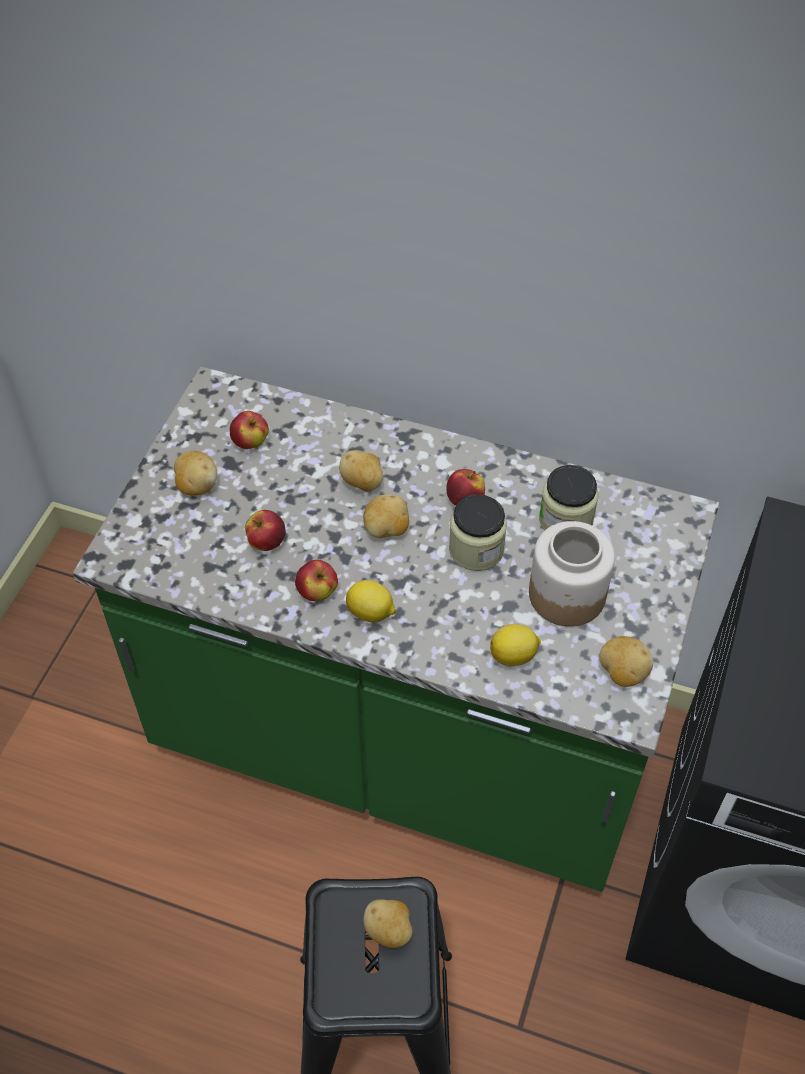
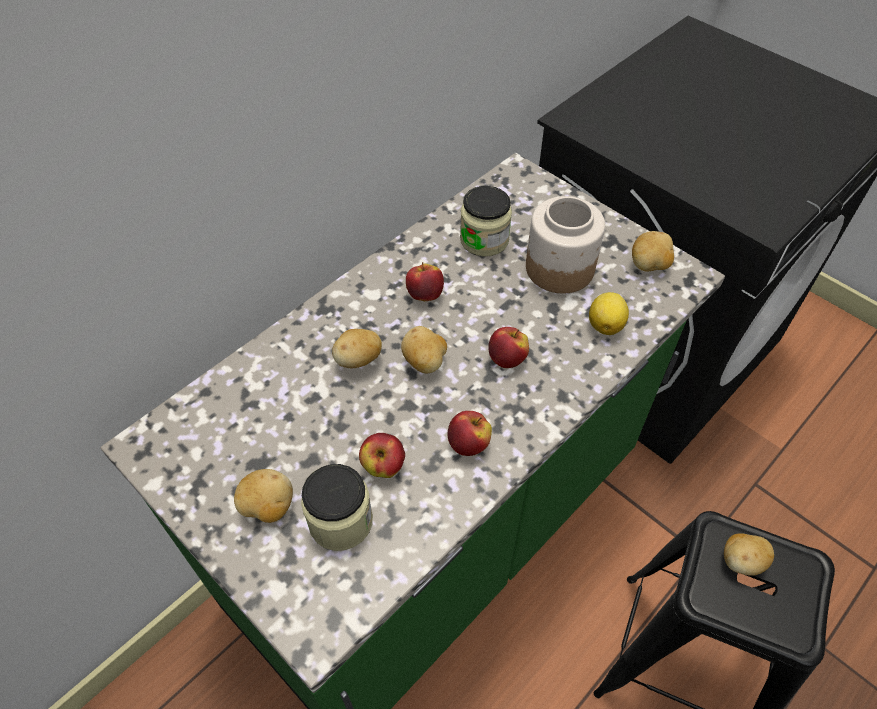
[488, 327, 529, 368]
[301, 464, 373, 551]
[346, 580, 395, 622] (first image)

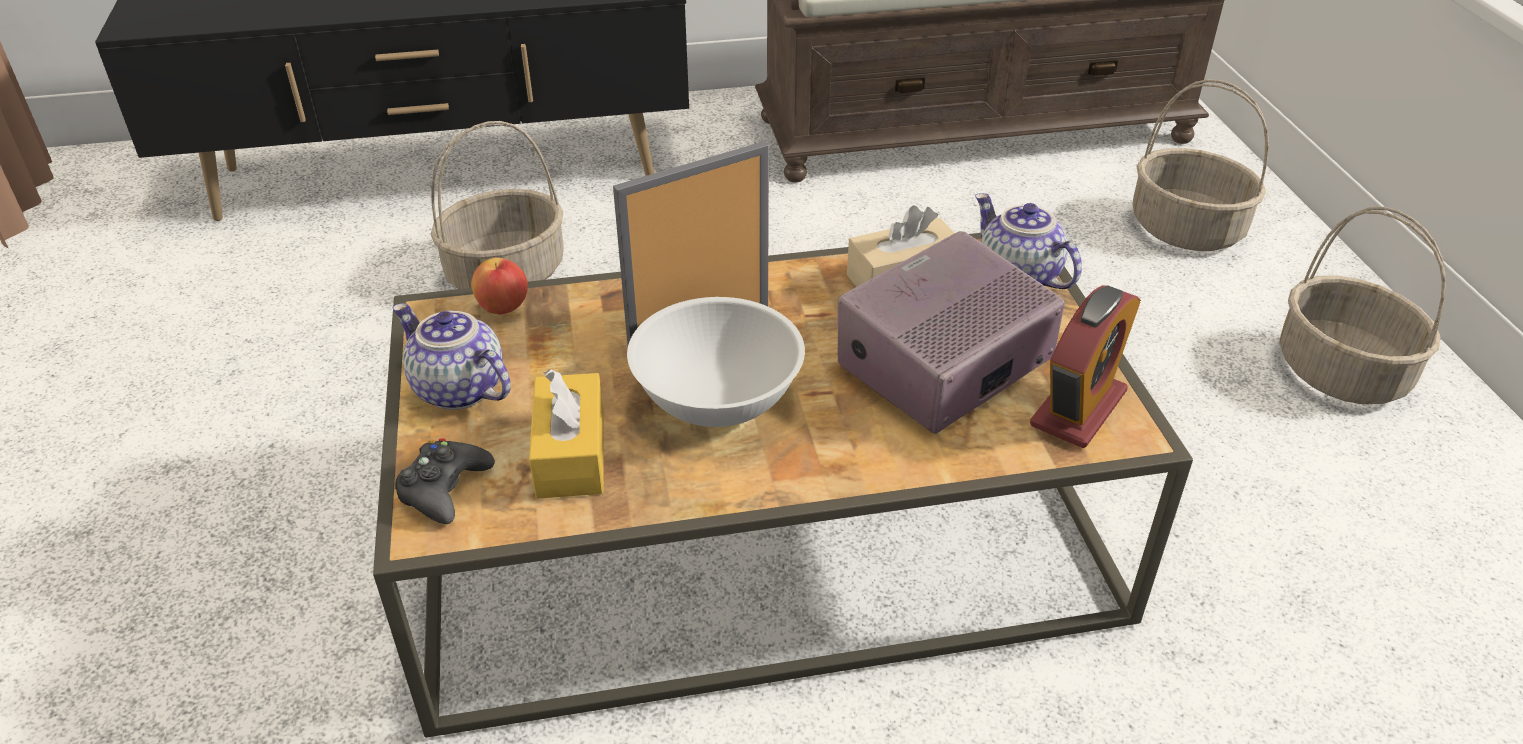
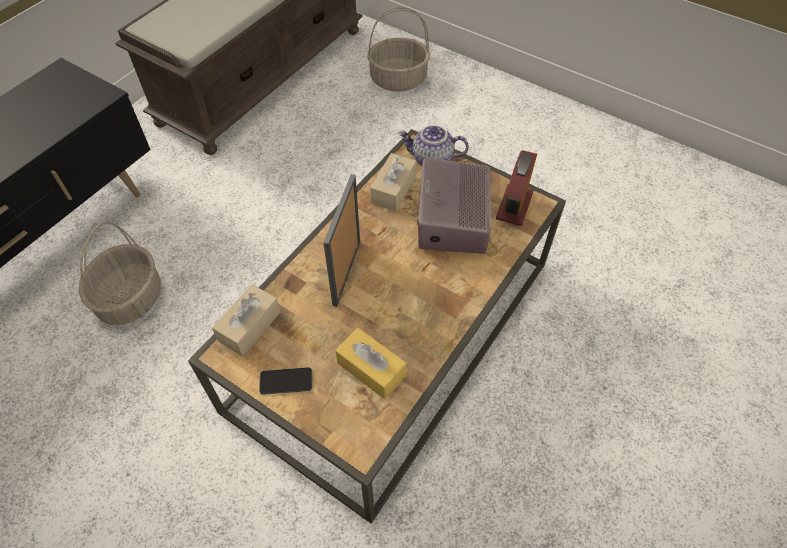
[1279, 207, 1446, 404] (first image)
[212, 284, 281, 356]
[496, 150, 537, 226]
[627, 297, 805, 427] (first image)
[259, 367, 312, 395]
[395, 438, 495, 524] (first image)

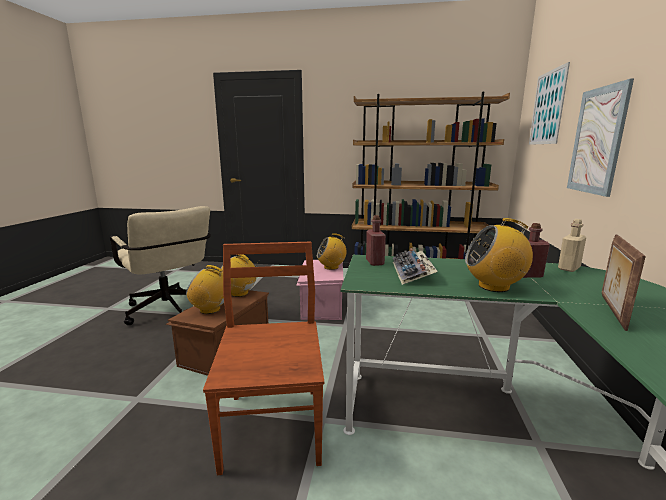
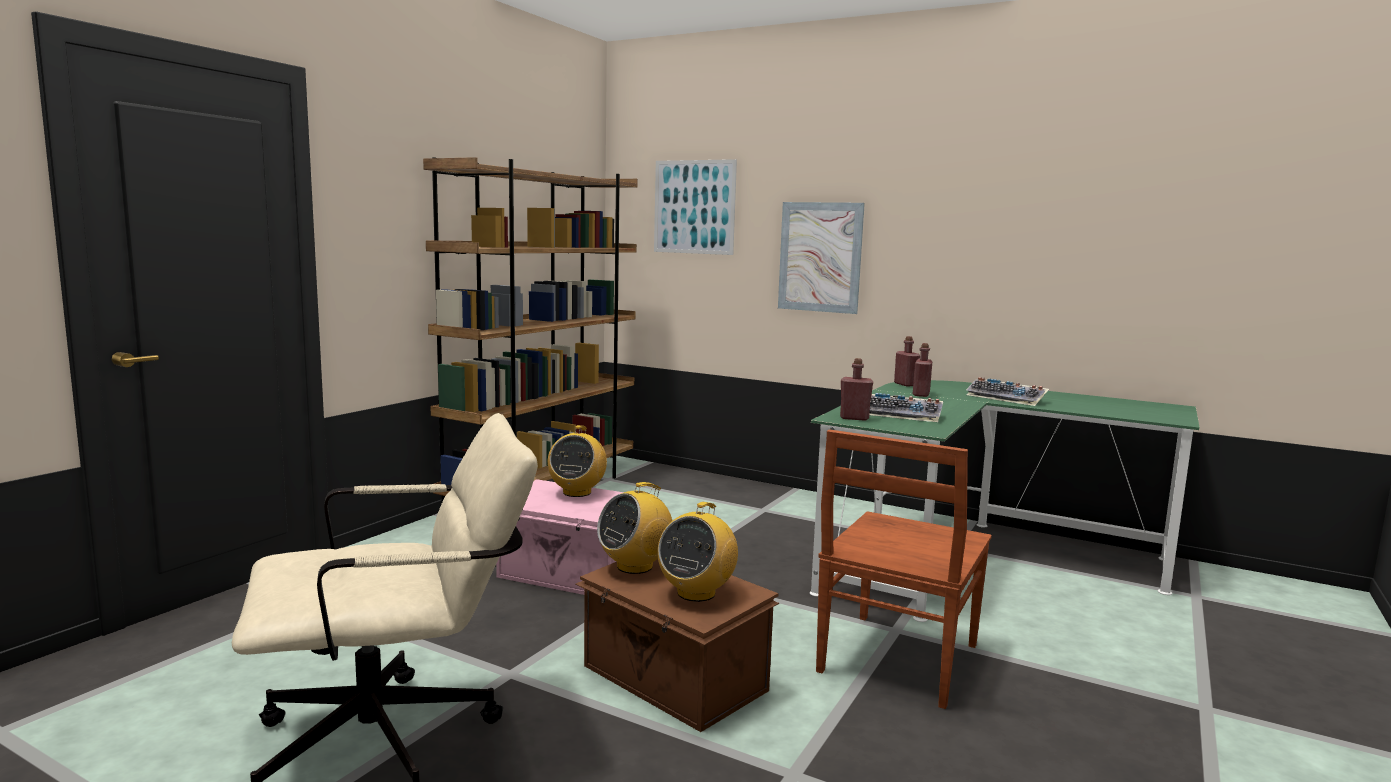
[465, 218, 533, 292] (first image)
[894, 336, 920, 386]
[966, 377, 1049, 406]
[816, 430, 992, 709]

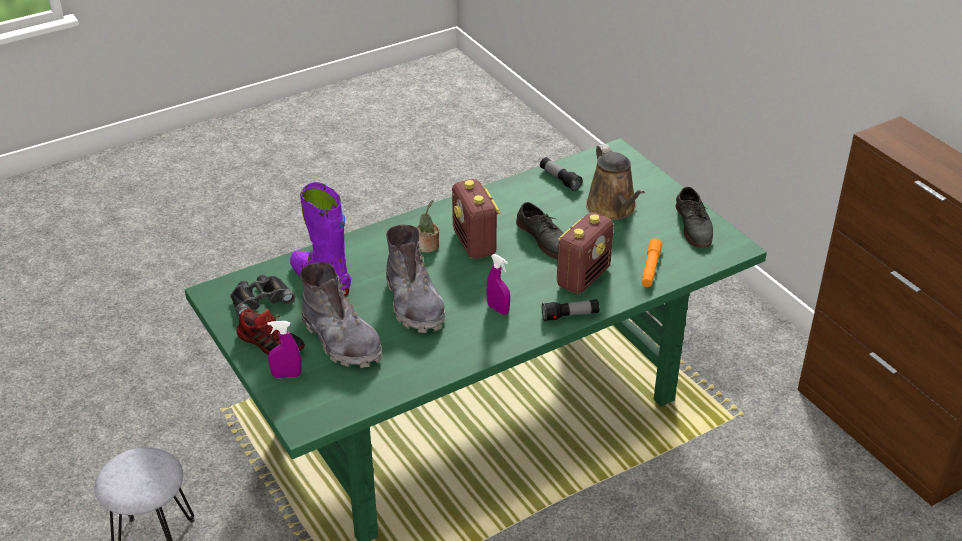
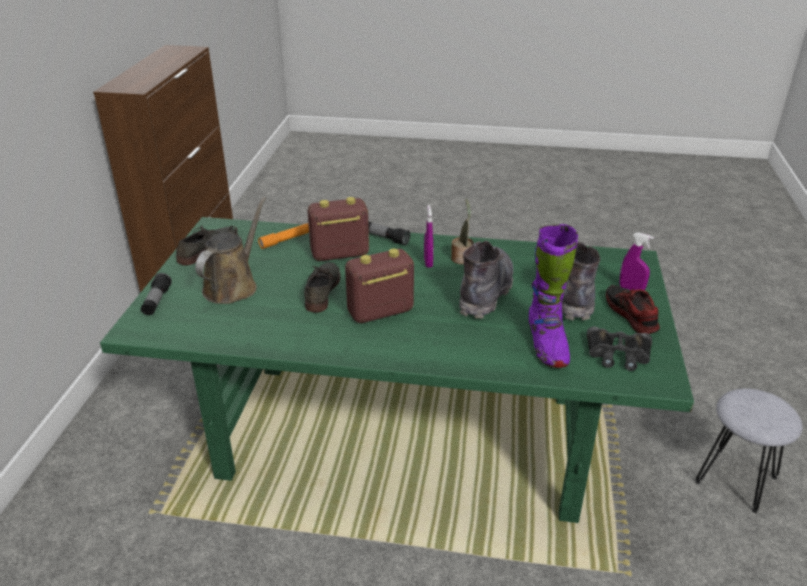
[141, 273, 172, 315]
[345, 249, 414, 323]
[451, 198, 474, 264]

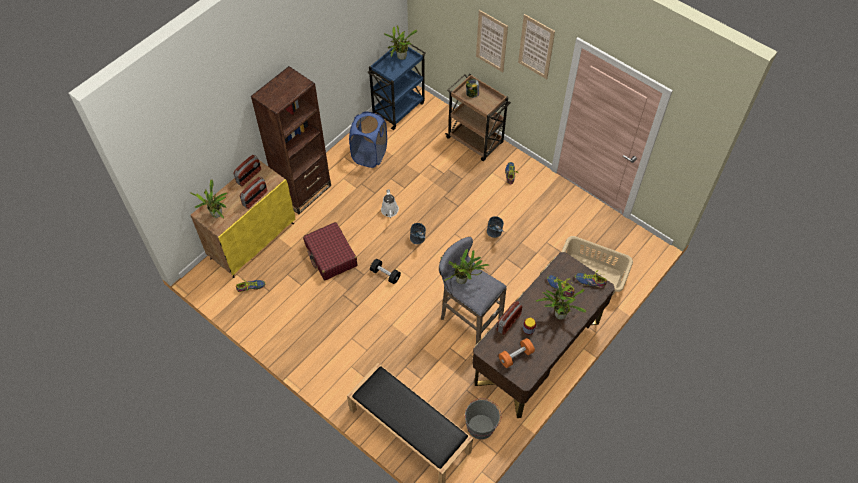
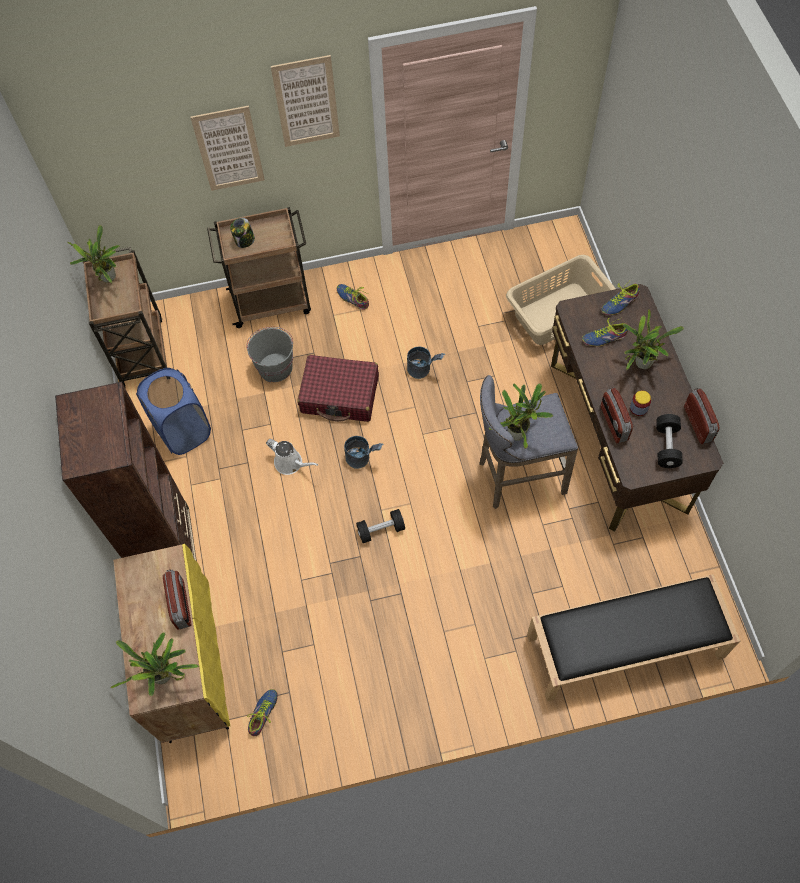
[83, 247, 167, 387]
[684, 388, 720, 444]
[297, 355, 379, 422]
[656, 414, 683, 468]
[246, 327, 293, 382]

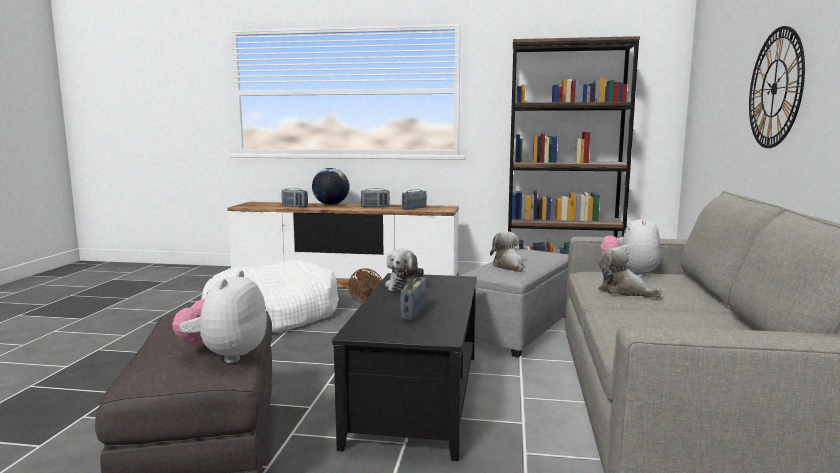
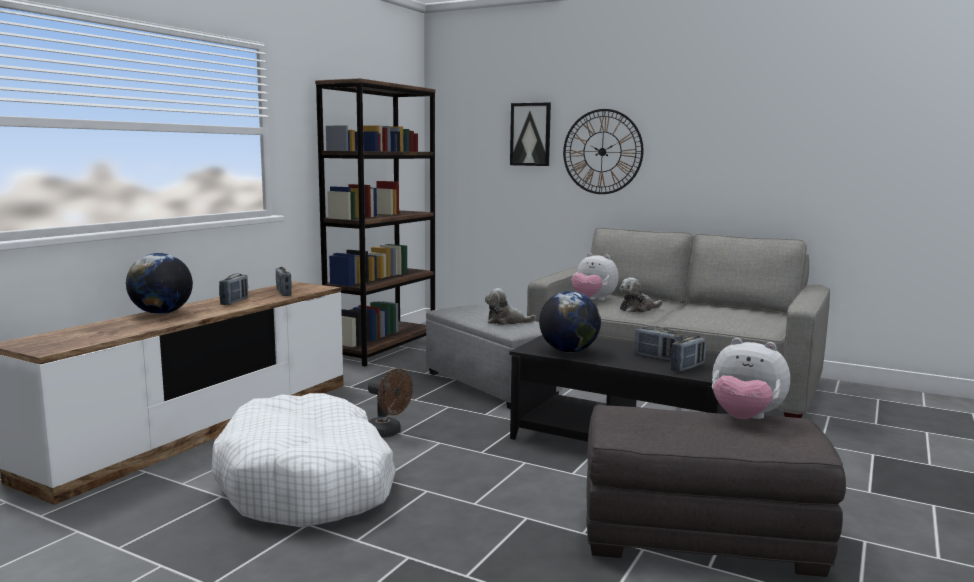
[671, 335, 706, 372]
[539, 291, 601, 352]
[510, 102, 551, 166]

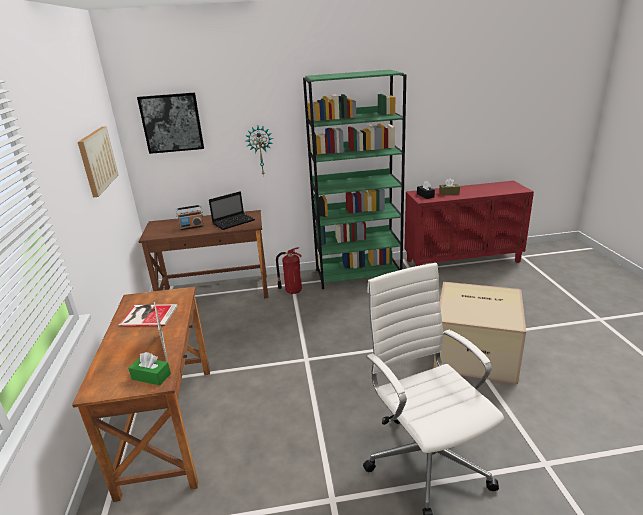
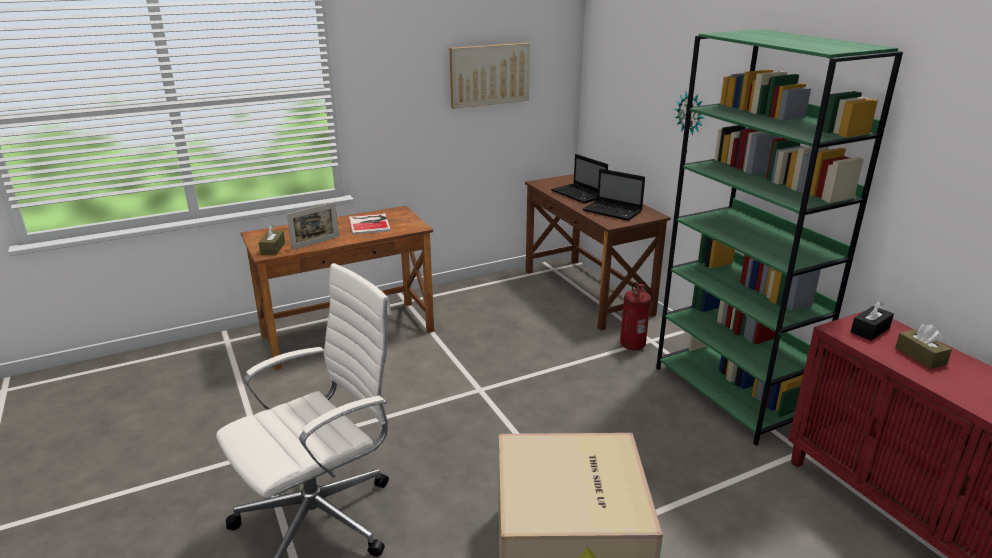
[137, 93, 204, 154] (first image)
[551, 154, 608, 203]
[259, 224, 285, 255]

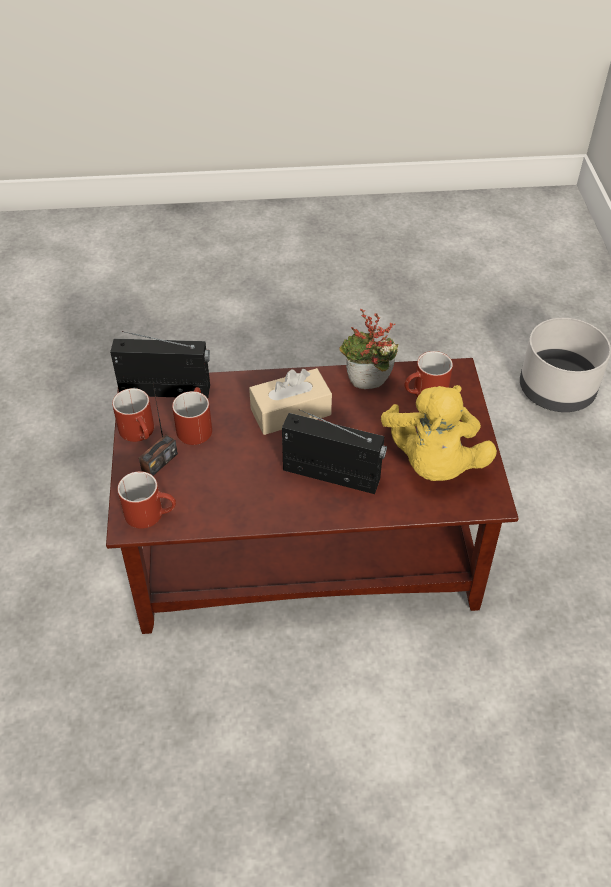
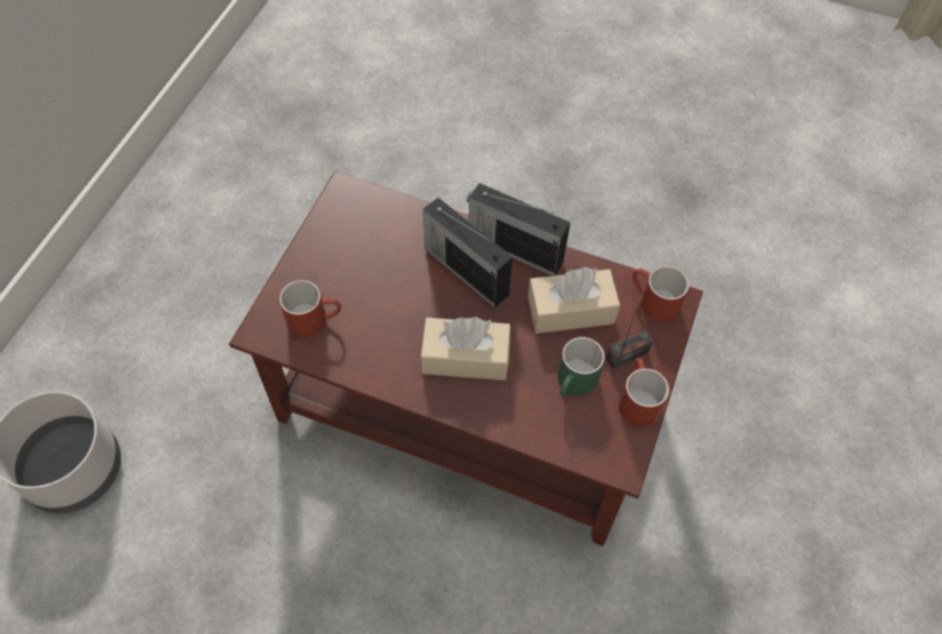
[339, 309, 399, 389] (first image)
[467, 183, 571, 276]
[381, 385, 497, 481] (first image)
[558, 337, 605, 397]
[528, 267, 620, 334]

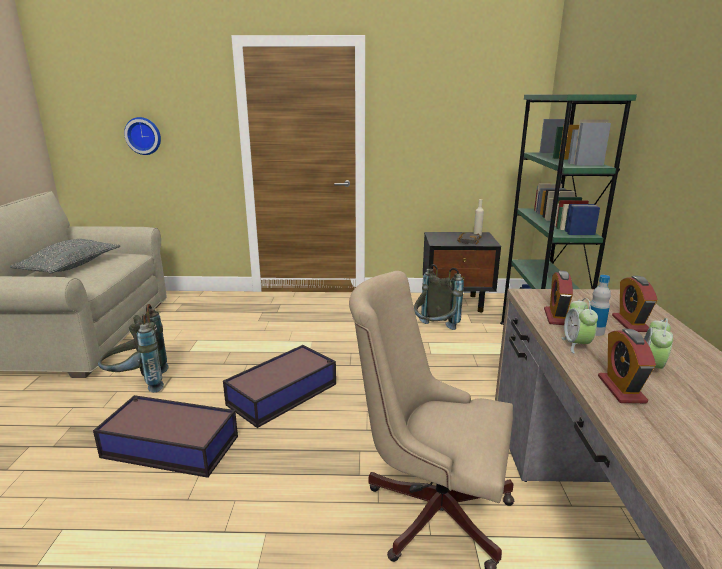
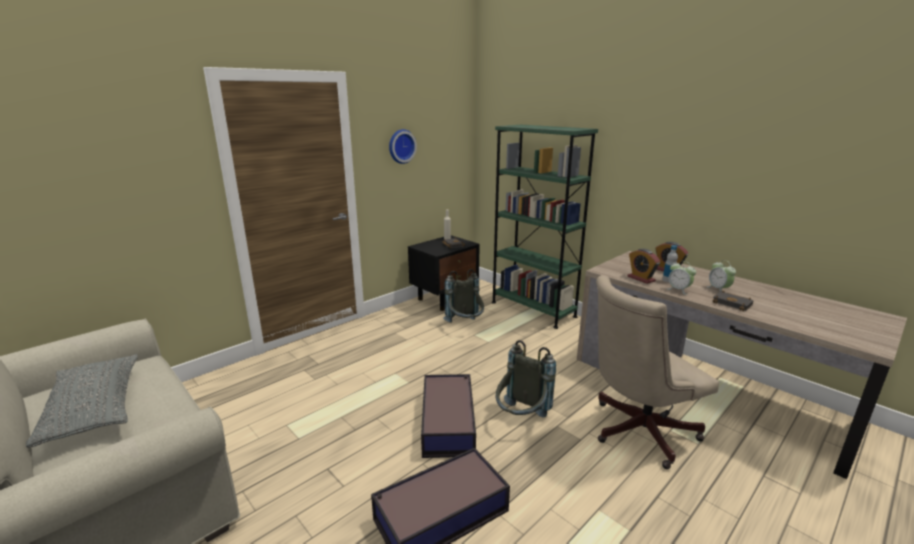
[389, 129, 417, 164]
[495, 340, 556, 417]
[712, 291, 754, 311]

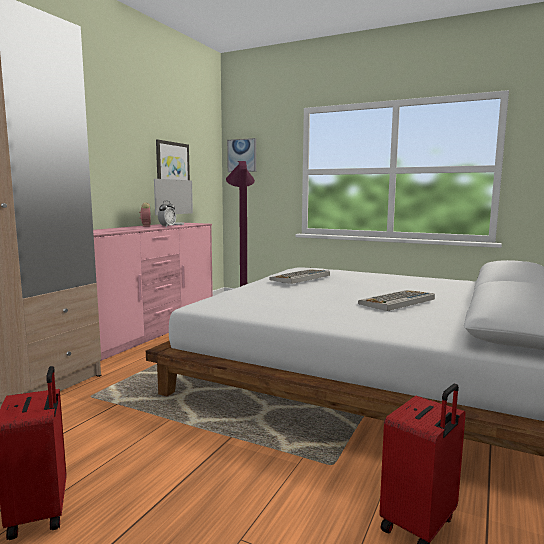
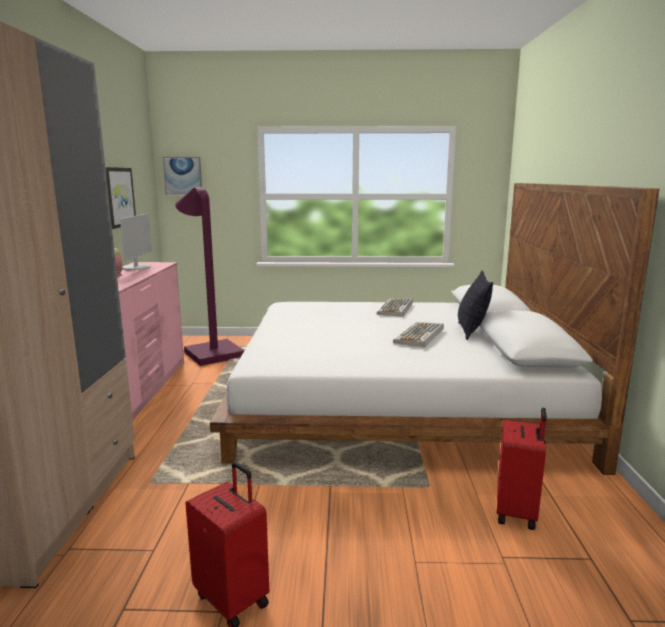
[158, 200, 176, 227] (first image)
[377, 299, 413, 317]
[458, 270, 493, 340]

